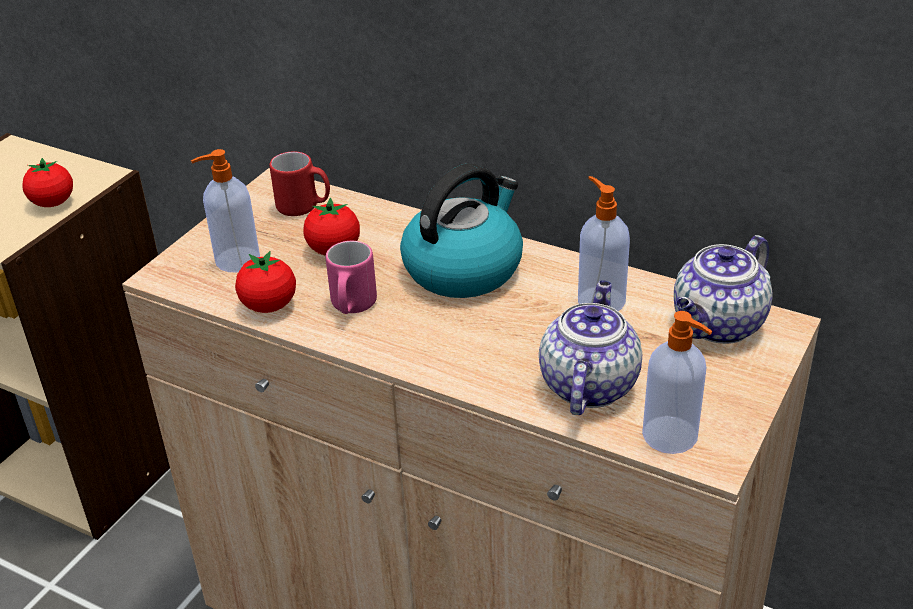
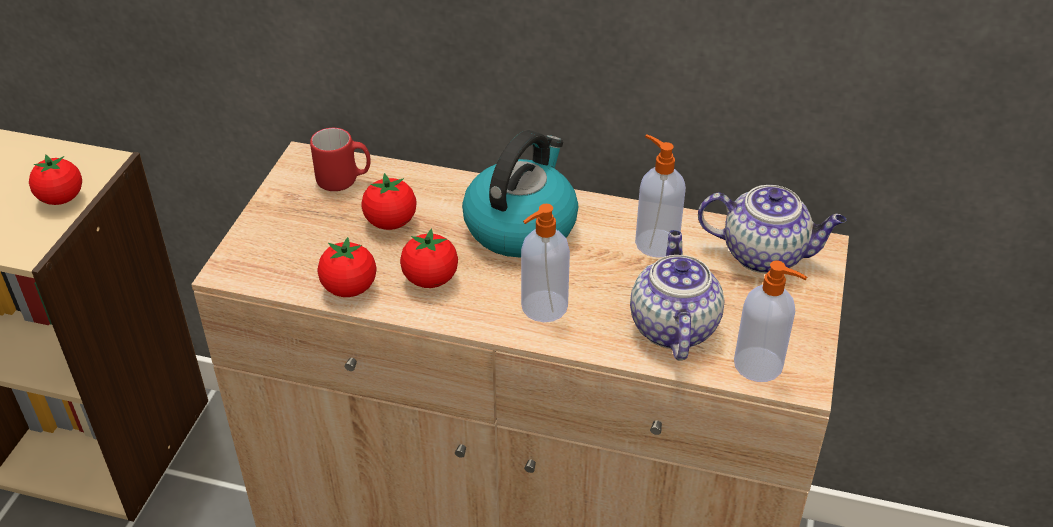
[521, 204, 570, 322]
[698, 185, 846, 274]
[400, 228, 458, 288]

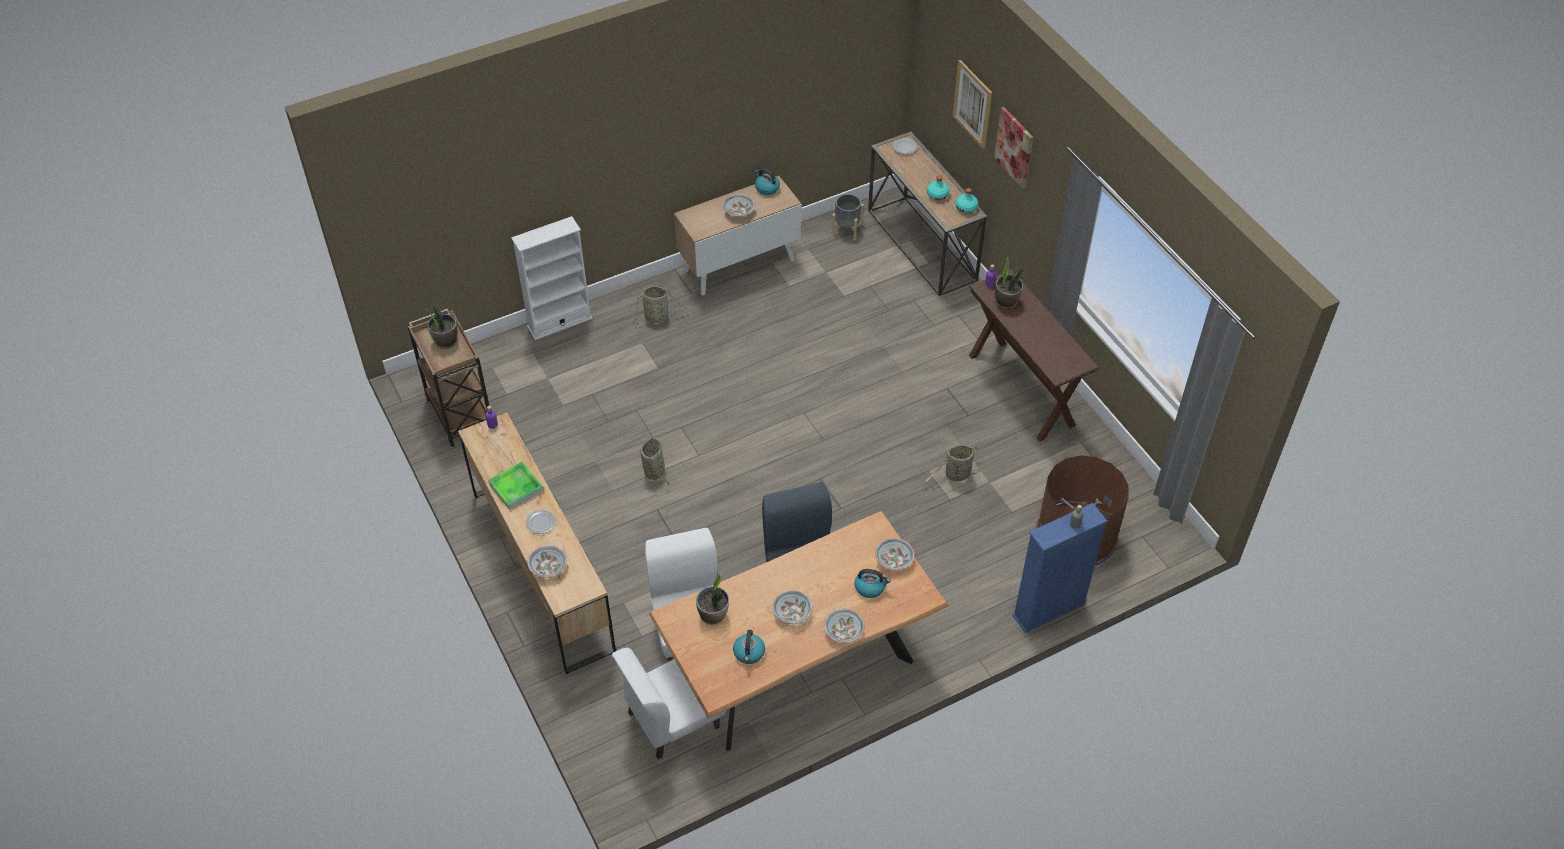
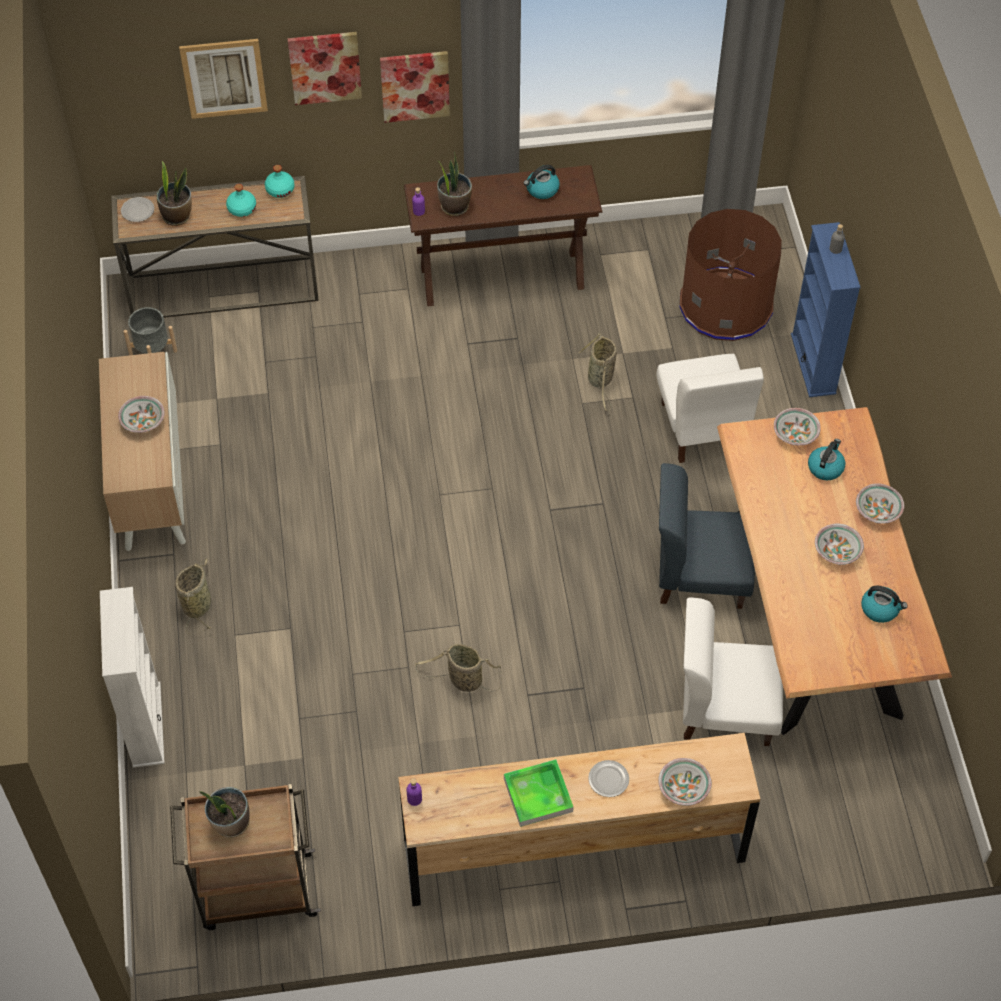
[524, 165, 560, 199]
[157, 161, 192, 226]
[656, 354, 764, 463]
[380, 51, 450, 123]

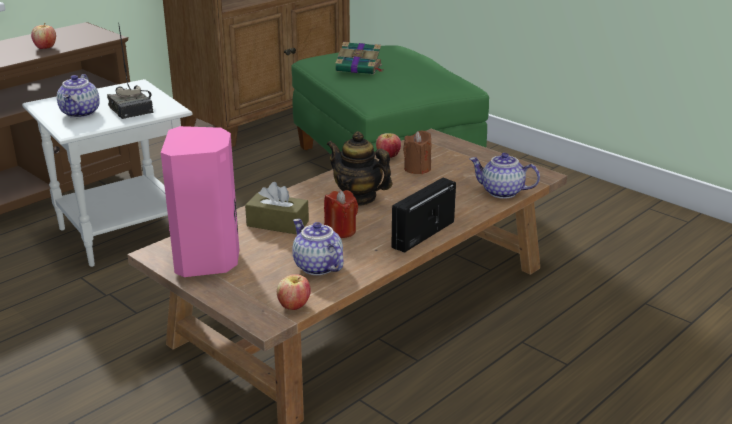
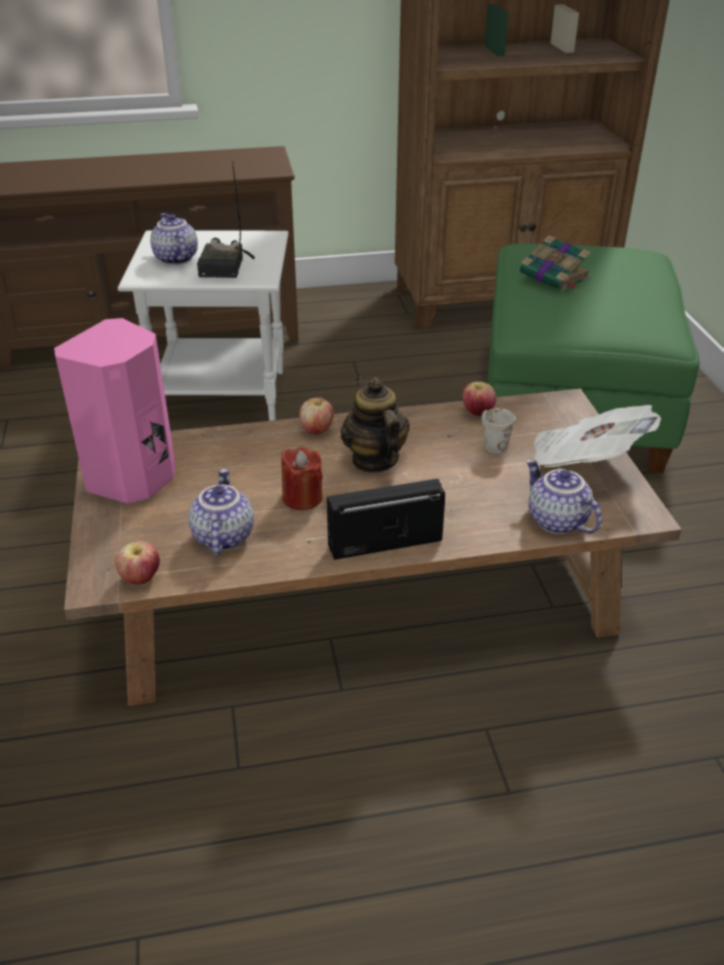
[299, 397, 334, 434]
[150, 213, 198, 265]
[481, 408, 515, 454]
[245, 182, 309, 234] (first image)
[533, 405, 661, 467]

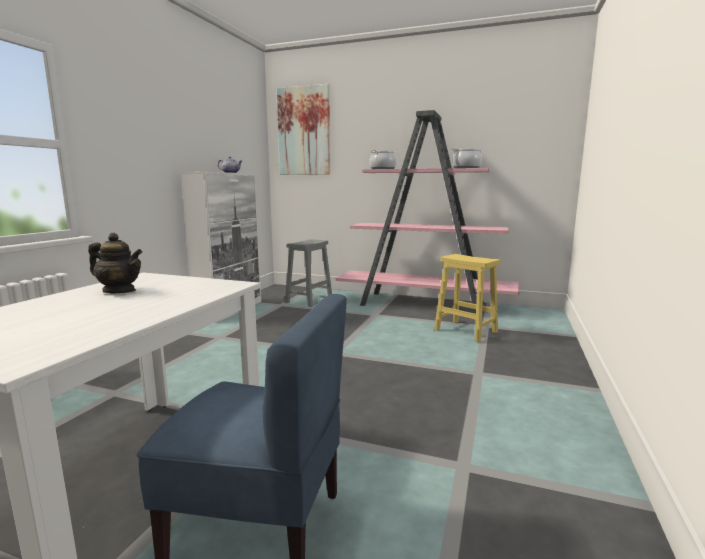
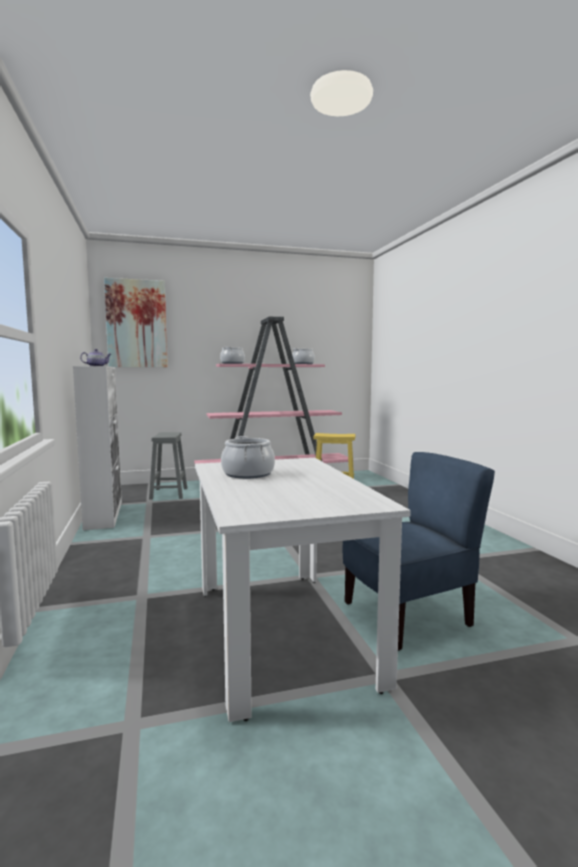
[221, 436, 275, 479]

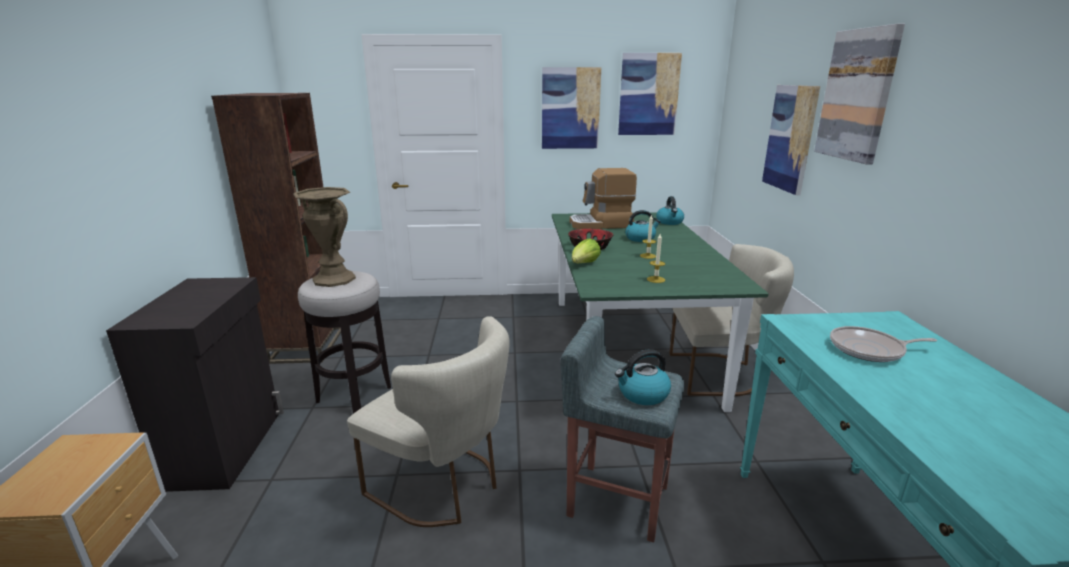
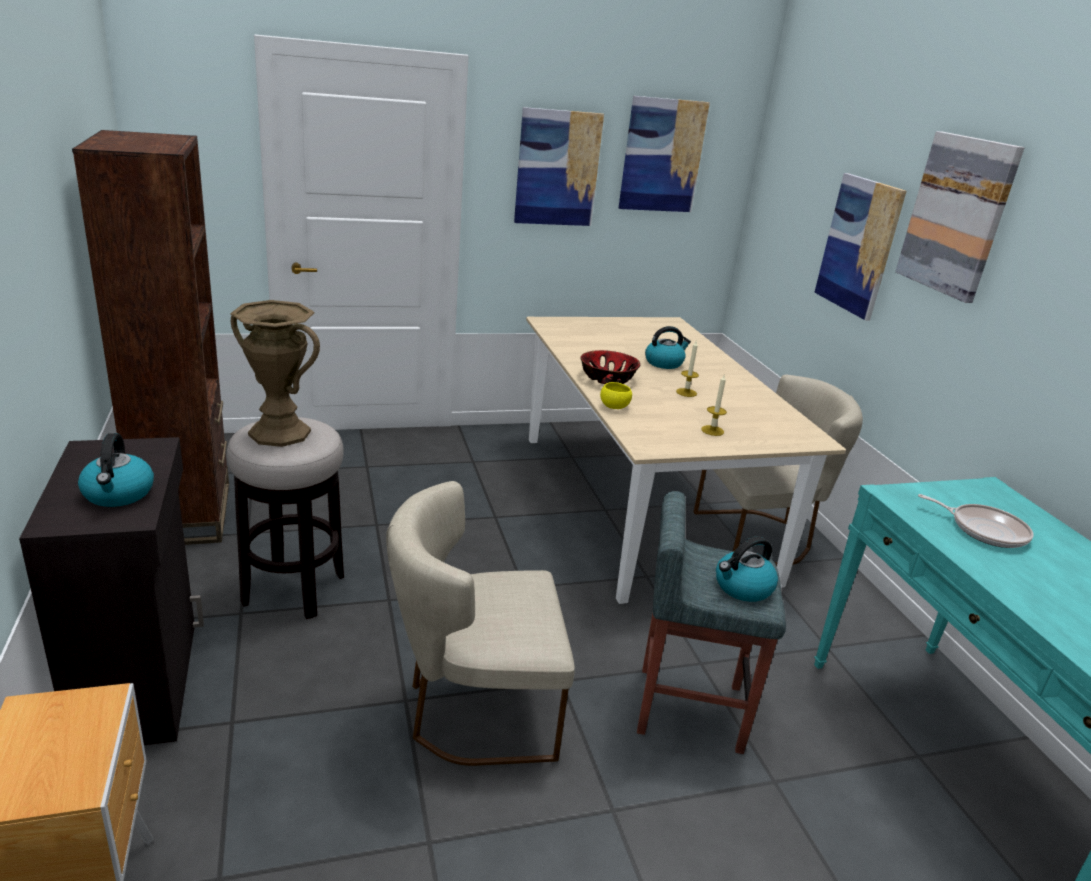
[570, 168, 637, 229] (first image)
[78, 433, 154, 507]
[526, 317, 846, 604]
[600, 382, 632, 409]
[386, 481, 575, 766]
[918, 494, 1033, 548]

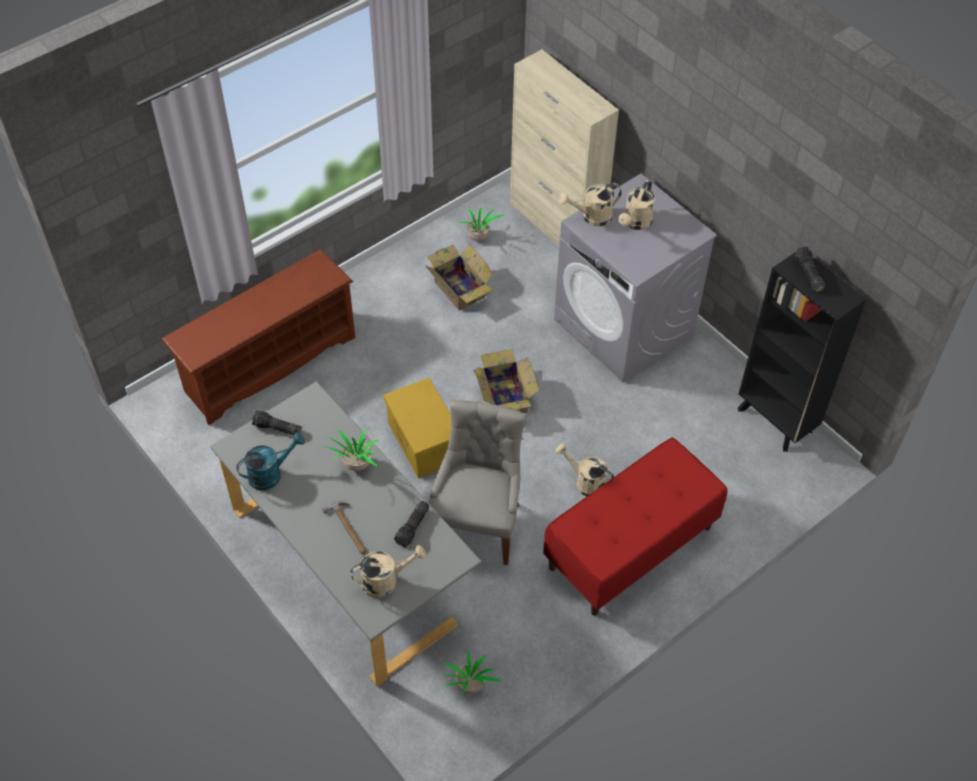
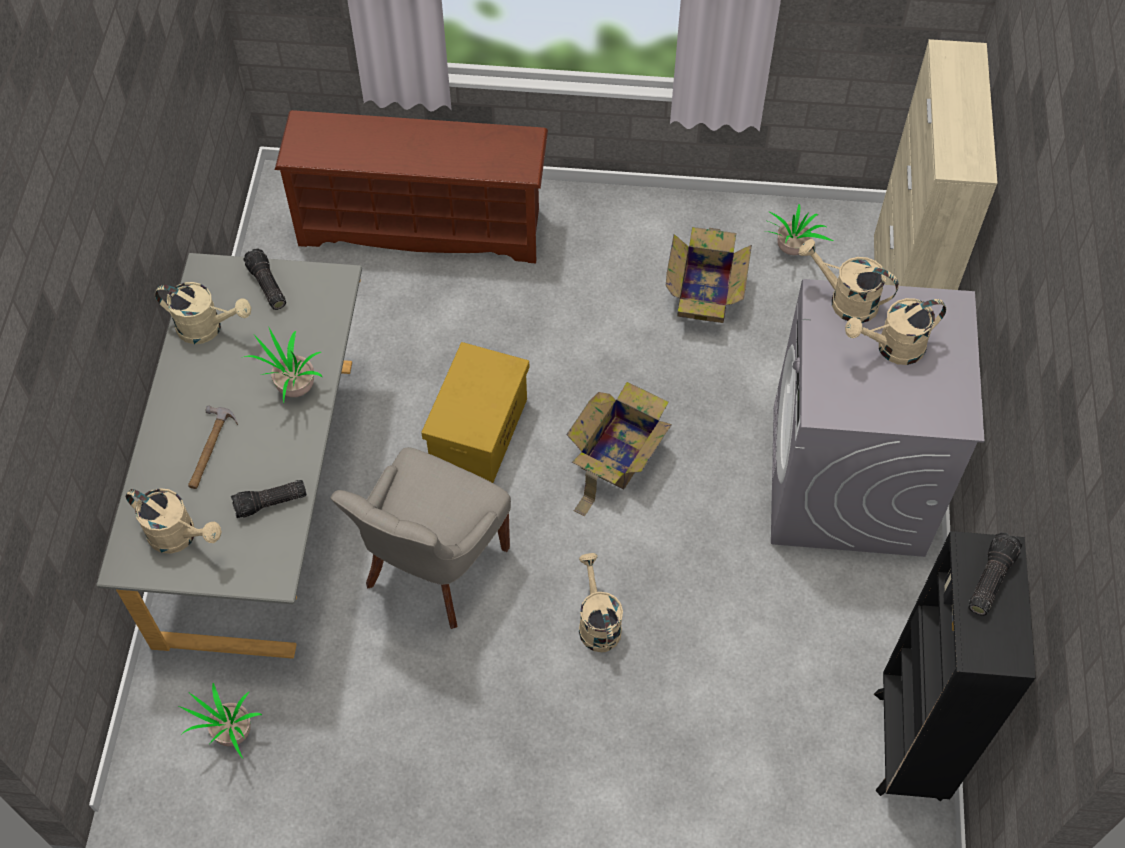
[330, 447, 511, 629]
[155, 282, 251, 344]
[543, 438, 728, 616] (first image)

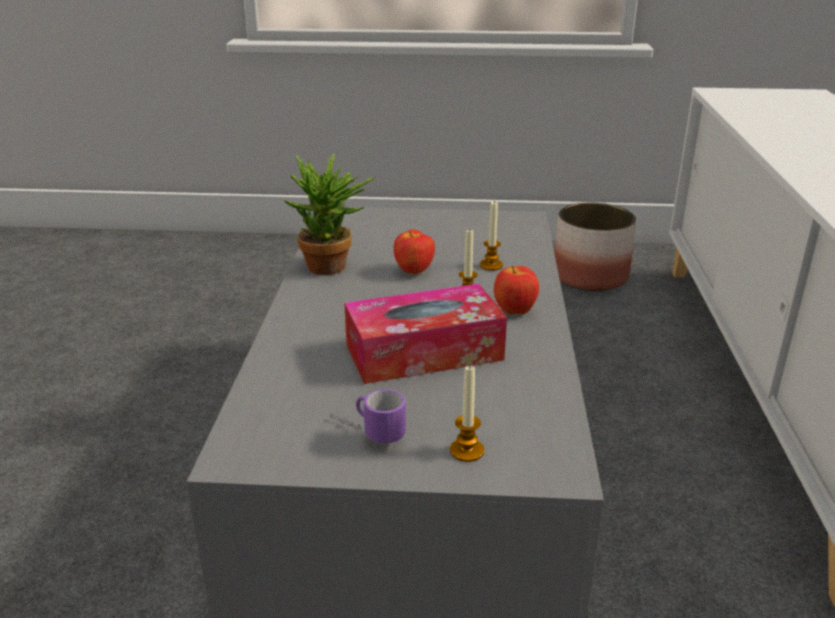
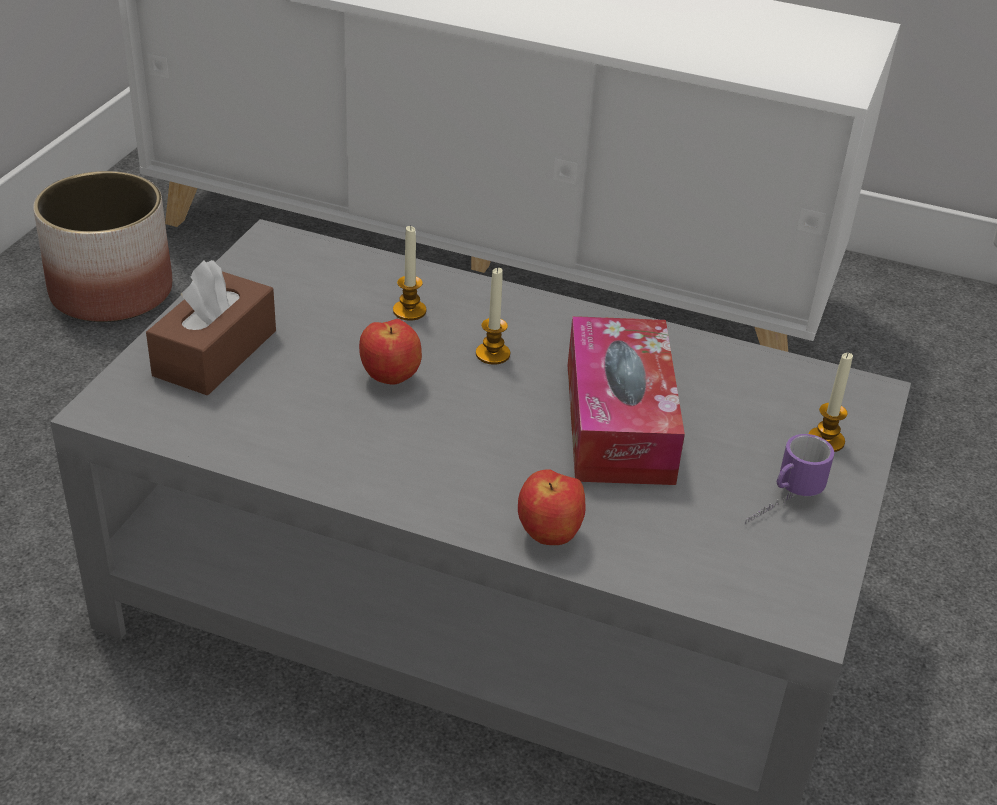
[284, 153, 375, 275] (first image)
[518, 469, 586, 545]
[146, 260, 276, 396]

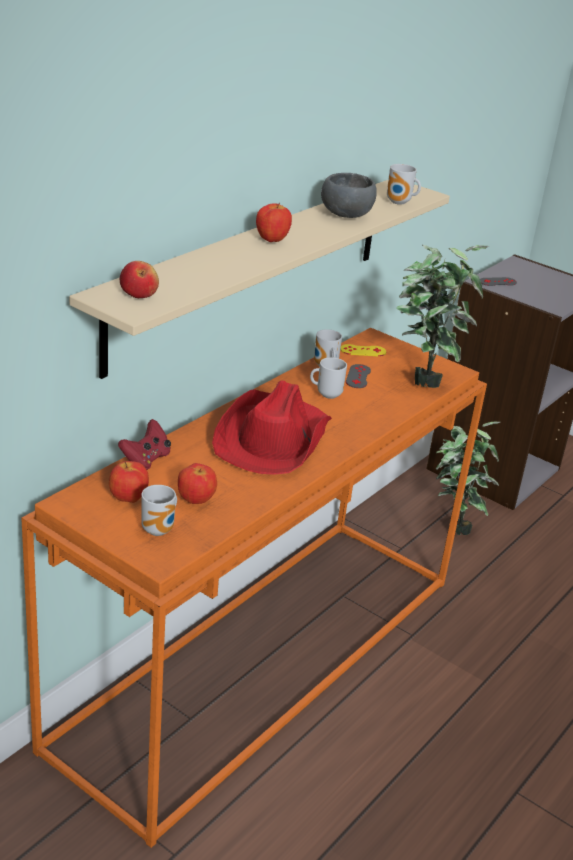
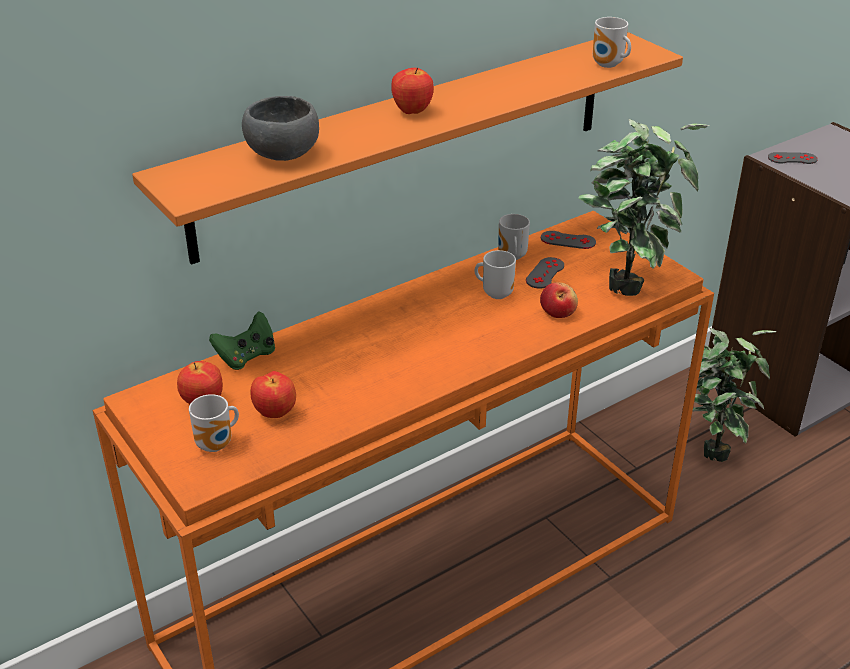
[242, 96, 319, 161]
[132, 32, 683, 265]
[540, 282, 578, 318]
[541, 231, 596, 249]
[212, 381, 332, 475] (first image)
[209, 311, 275, 370]

